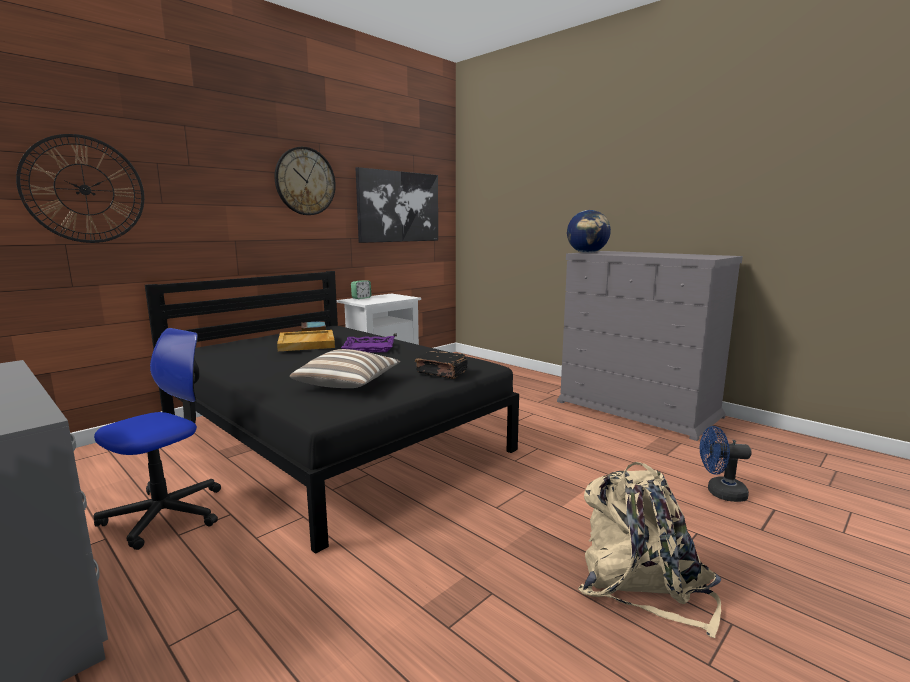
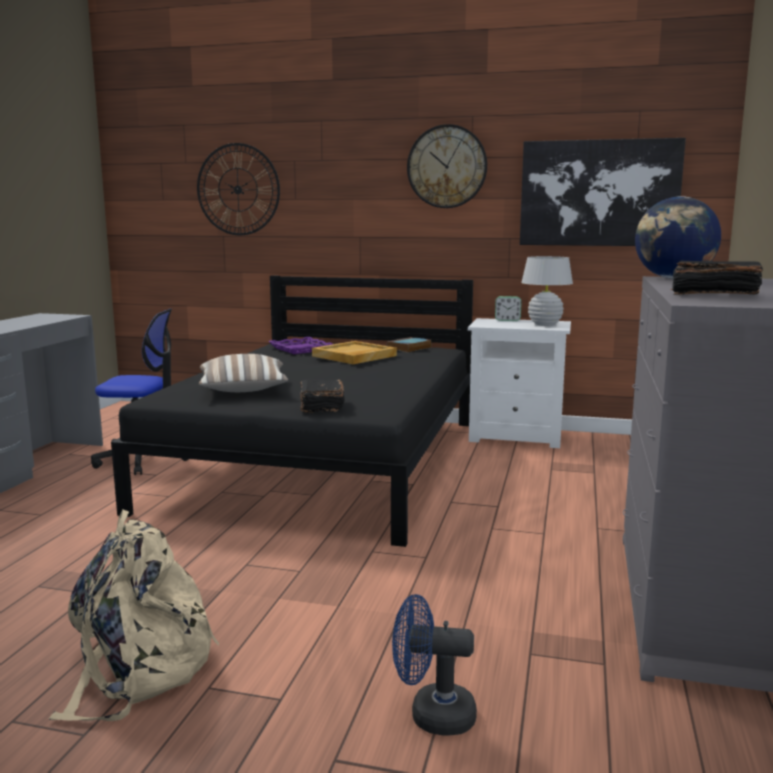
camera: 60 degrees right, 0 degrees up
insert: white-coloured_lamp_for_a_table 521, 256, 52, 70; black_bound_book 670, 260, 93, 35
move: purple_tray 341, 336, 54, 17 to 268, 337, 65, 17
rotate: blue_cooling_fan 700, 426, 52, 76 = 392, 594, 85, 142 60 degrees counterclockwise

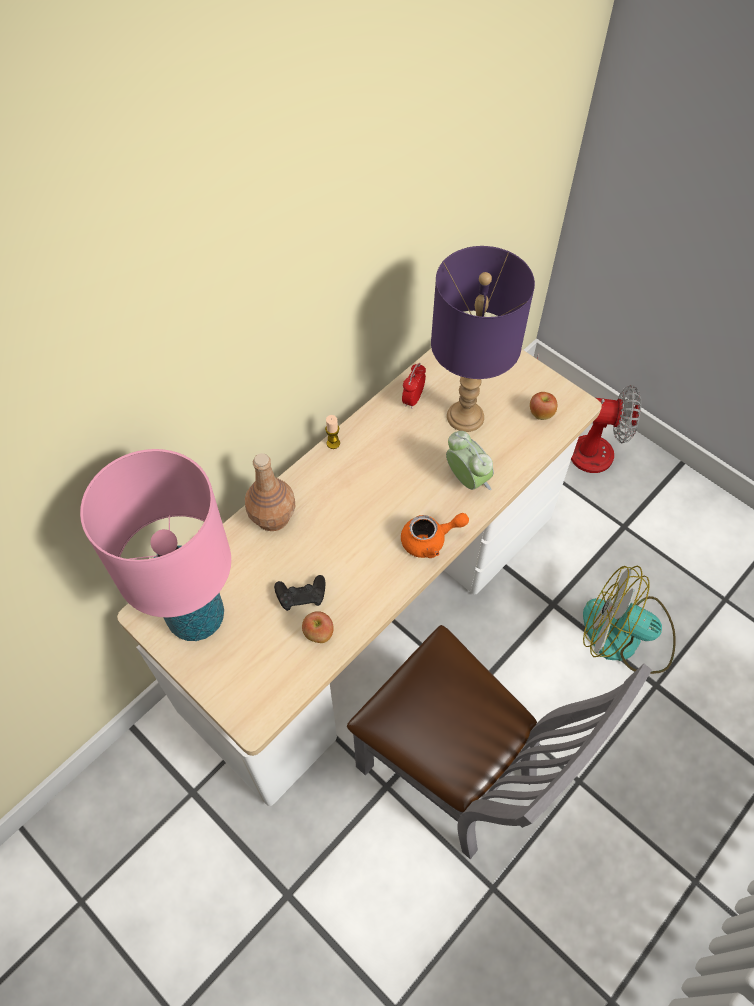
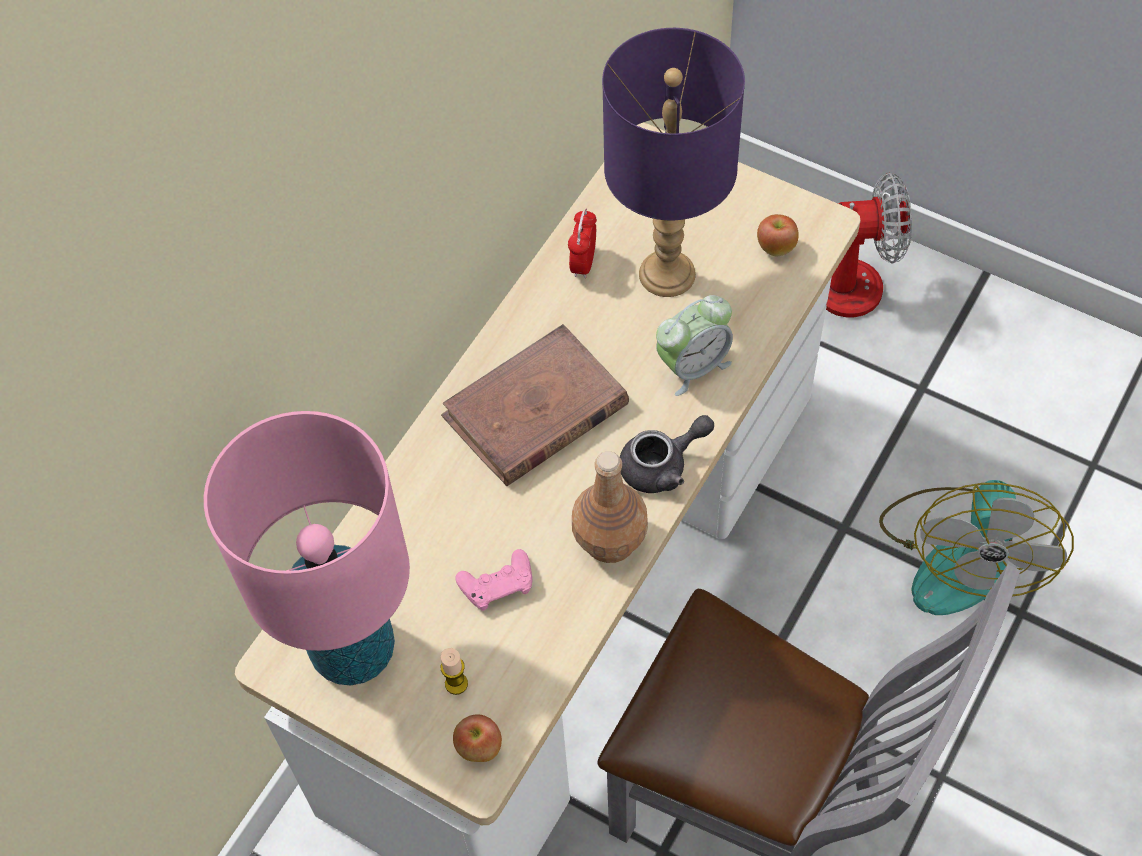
camera: 10 degrees left, 0 degrees up
insert: brown_bound_book 441, 324, 188, 162
move: candle 325, 415, 15, 34 to 440, 648, 28, 47; brown_beverage_bottle 245, 453, 51, 78 to 572, 451, 76, 112; apple_fruit 302, 611, 32, 32 to 453, 714, 49, 48
recolor: orangey_teapot 401, 513, 68, 45 to gray_teapot 620, 415, 94, 78; black_joypad 274, 575, 51, 36 to pink-coloured_joypad 455, 549, 77, 62
rotate: table_clock 446, 431, 48, 59 = 656, 295, 77, 101 105 degrees clockwise; cooling_fan 583, 566, 93, 108 = 879, 480, 195, 135 90 degrees counterclockwise

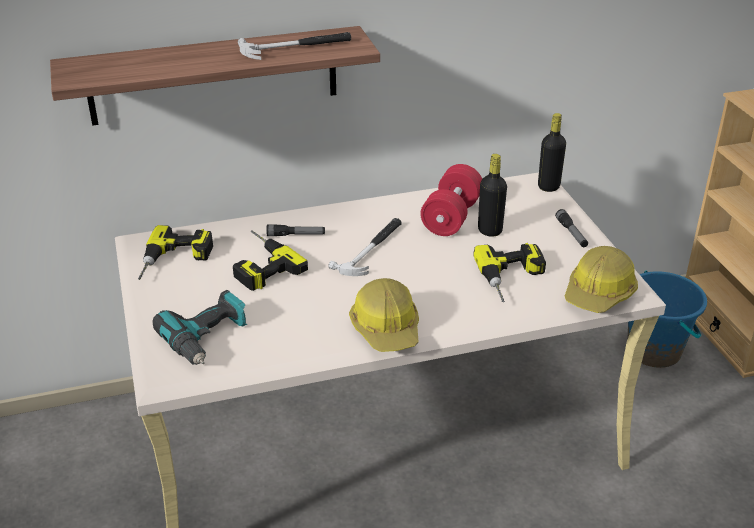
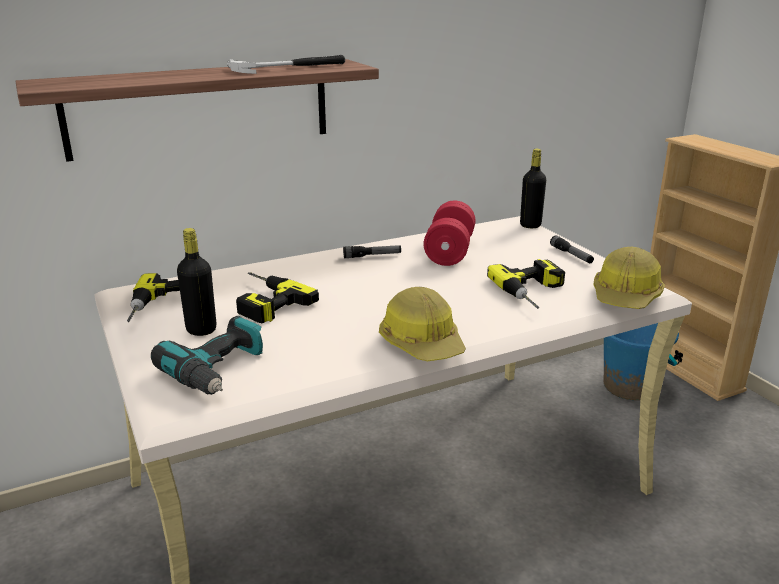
camera: 10 degrees left, 10 degrees down
delete: tool_hammer 329, 218, 73, 58
move: black_beverage_bottle 478, 154, 29, 83 to 177, 228, 39, 108; hand_torch 266, 224, 59, 12 to 343, 245, 58, 13

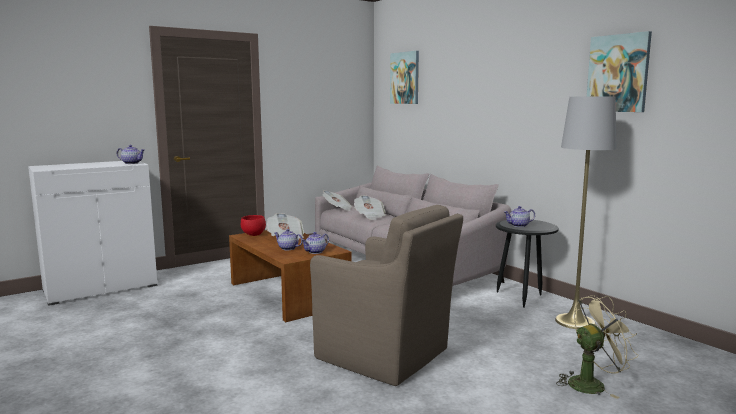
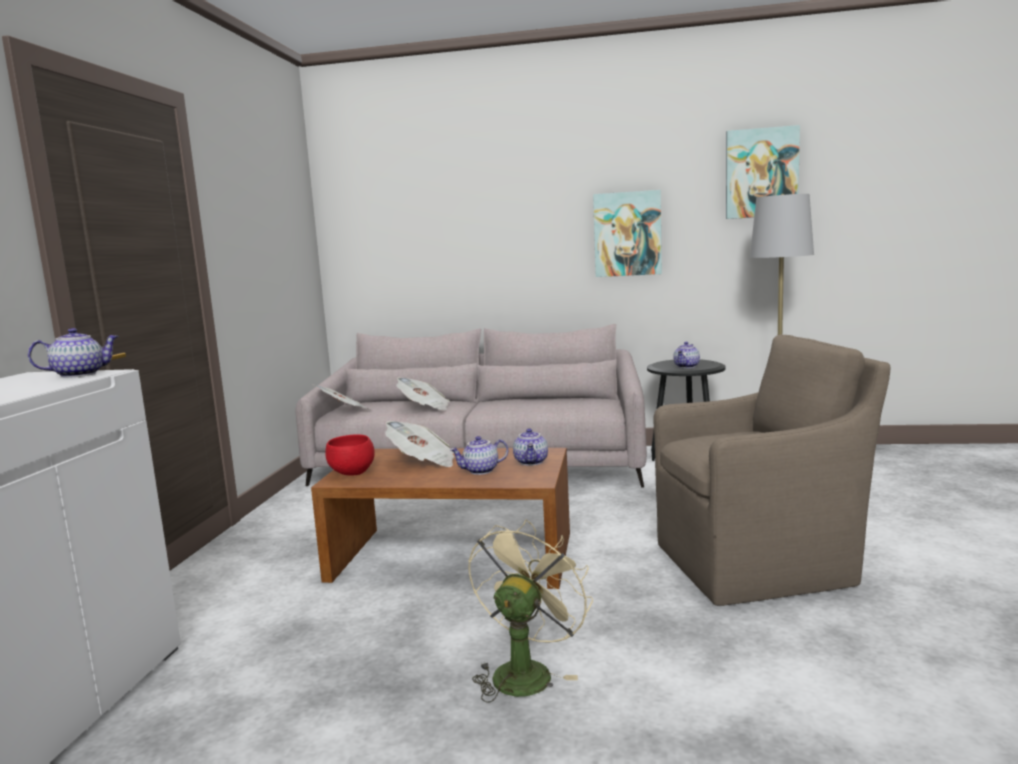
camera: 45 degrees left, 0 degrees up
move: wall_picture 390, 51, 29, 53 to 593, 190, 69, 87; beige_cooling_fan 556, 295, 83, 104 to 468, 520, 125, 183

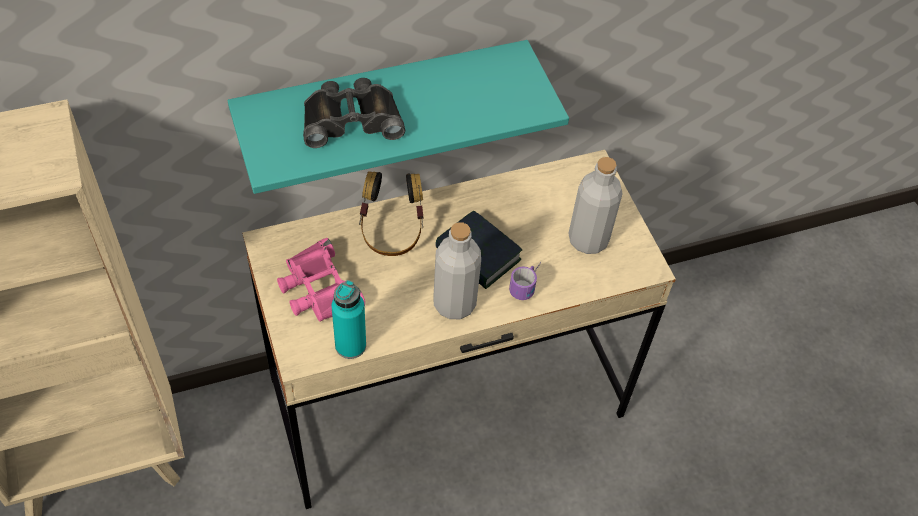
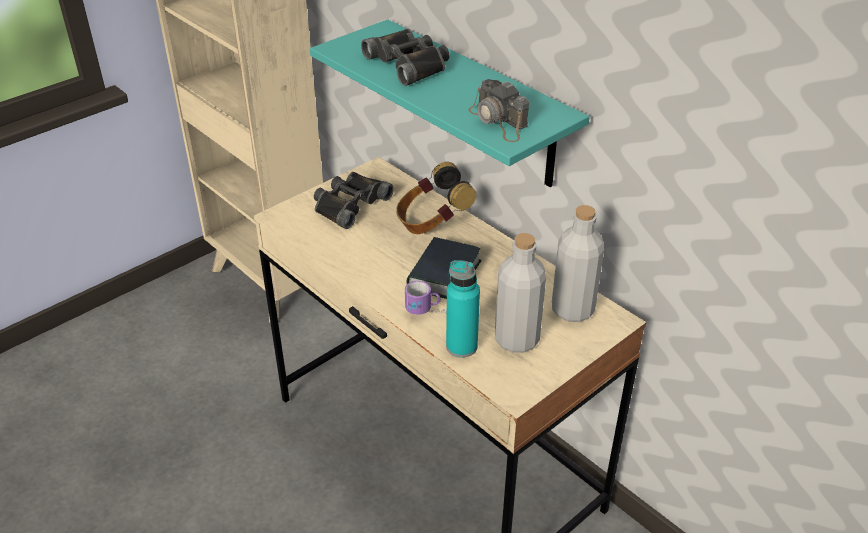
camera: 70 degrees right, 15 degrees down
insert: photo_camera 468, 79, 61, 63
move: gray_beverage_bottle 434, 222, 47, 97 to 552, 205, 52, 117; turquoise_beverage_bottle 332, 280, 34, 79 to 446, 260, 34, 98
recolor: pink-coloured_pair_of_binoculars 277, 238, 88, 83 to black_pair_of_binoculars 314, 172, 80, 57

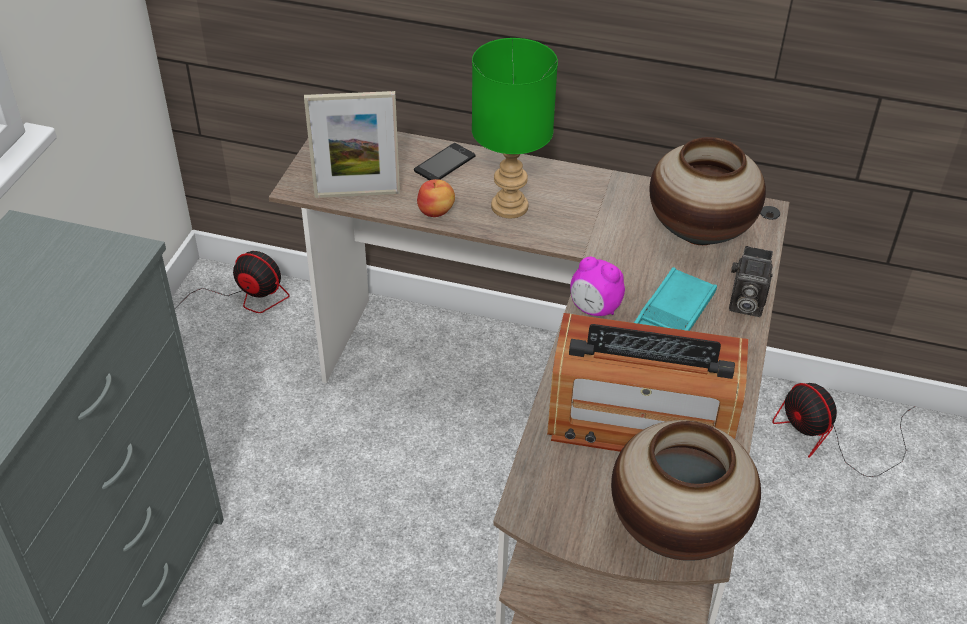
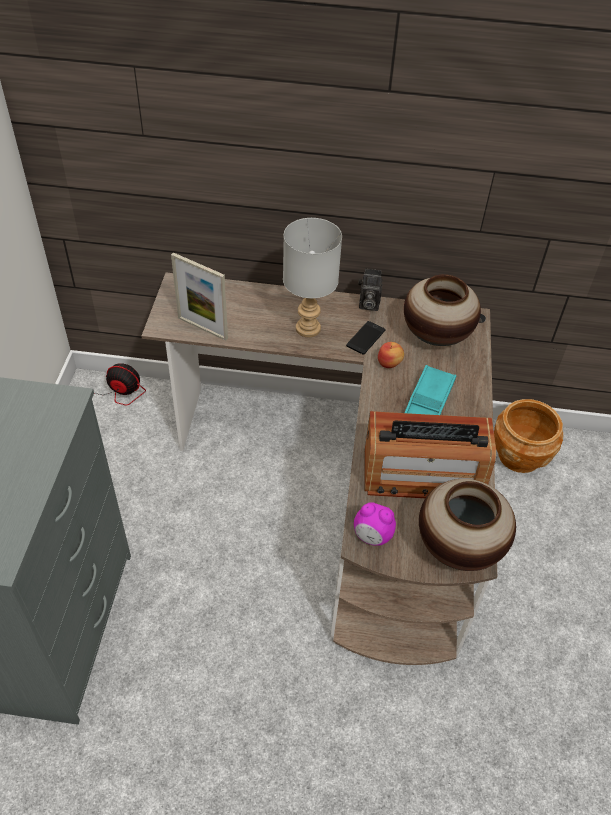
camera: 10 degrees left, 5 degrees up
move: handset 414, 143, 62, 37 to 346, 321, 40, 34; apple_fruit 417, 179, 38, 38 to 378, 342, 26, 26; photo_camera 729, 246, 44, 71 to 358, 268, 25, 43; table_clock 570, 257, 55, 59 to 354, 503, 42, 43
replace: cooling_fan 772, 383, 144, 94 to brown_planter 494, 399, 69, 74
recolor: green_lamp_for_a_table 472, 38, 86, 180 to gray_lamp_for_a_table 283, 218, 59, 119
rotate: standing_frame 304, 91, 96, 107 = 171, 252, 57, 89 45 degrees clockwise

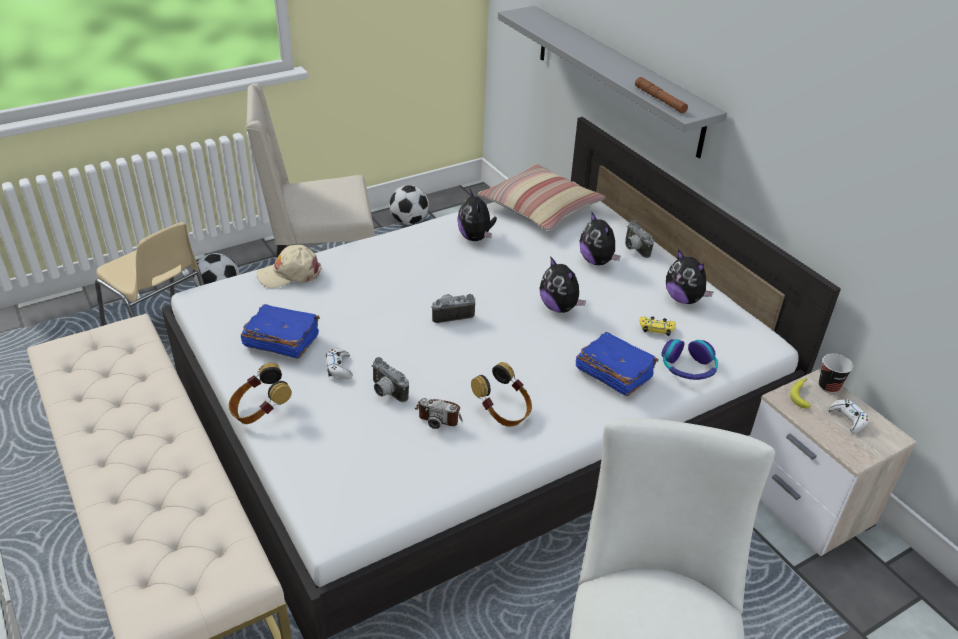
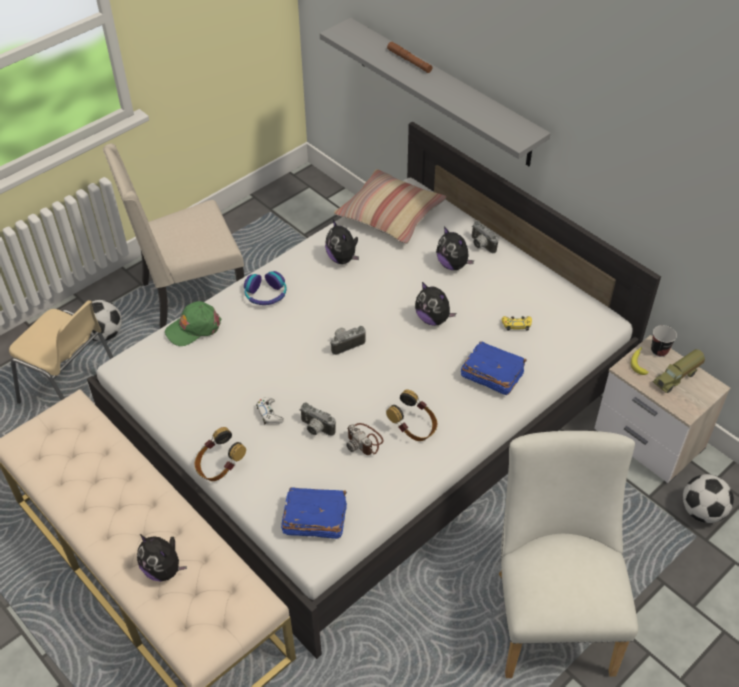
camera: 10 degrees left, 10 degrees up
move: brown_hand_torch 635, 77, 53, 37 to 387, 42, 45, 31; football_ball 389, 185, 40, 40 to 683, 474, 51, 49; plush_toy 666, 249, 47, 55 to 137, 534, 50, 47; blue_bound_book 241, 304, 79, 54 to 281, 487, 66, 52; headphones 662, 339, 56, 41 to 244, 271, 43, 34
replace: white-coloured_joypad 828, 399, 42, 35 to toy_lorry 653, 349, 52, 44
recolor: beige_cap 256, 245, 66, 43 to green_cap 165, 301, 56, 45
rotate: photo_camera 414, 398, 49, 31 = 346, 423, 37, 32 45 degrees clockwise

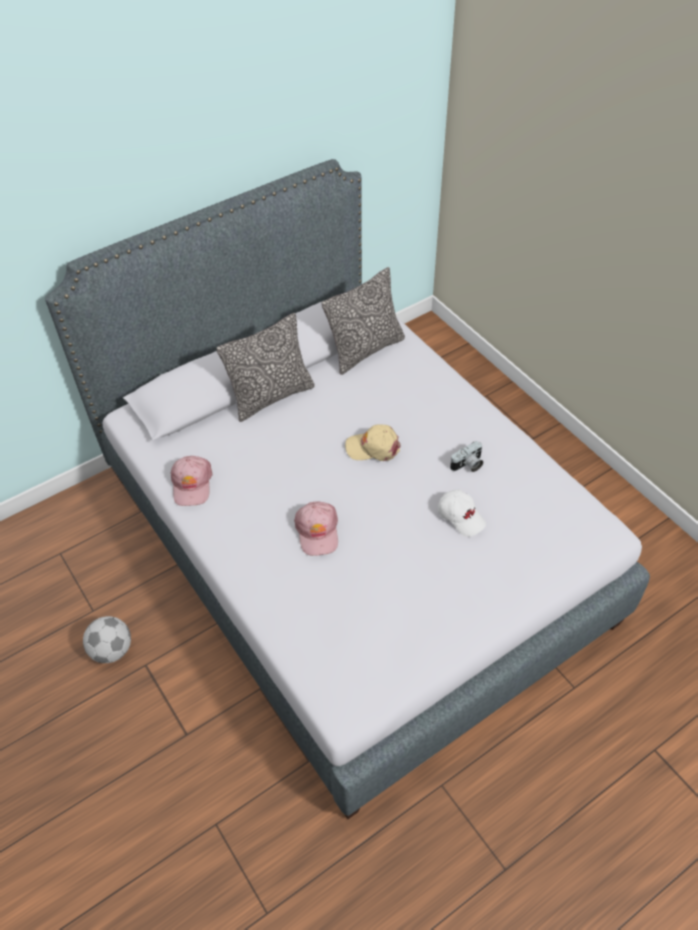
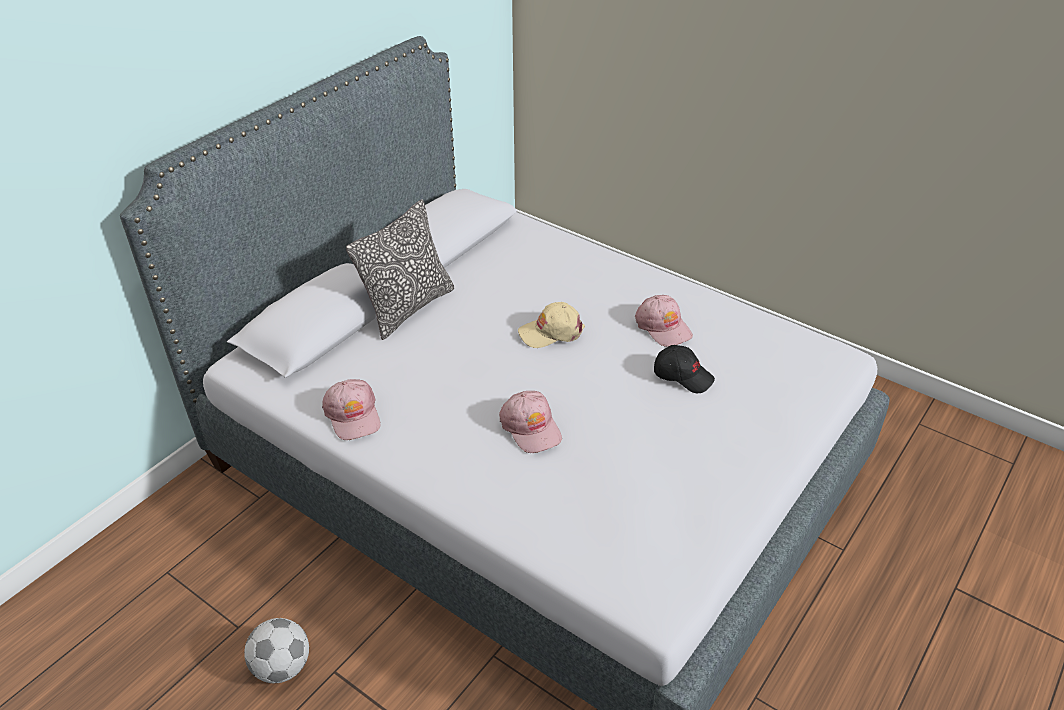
camera: 20 degrees left, 10 degrees down
delete: throw_pillow 322, 267, 83, 108
replace: photo_camera 450, 441, 33, 31 to pink-coloured_cap 635, 295, 58, 52
recolor: white-coloured_cap 438, 489, 48, 48 to black_cap 654, 345, 61, 48

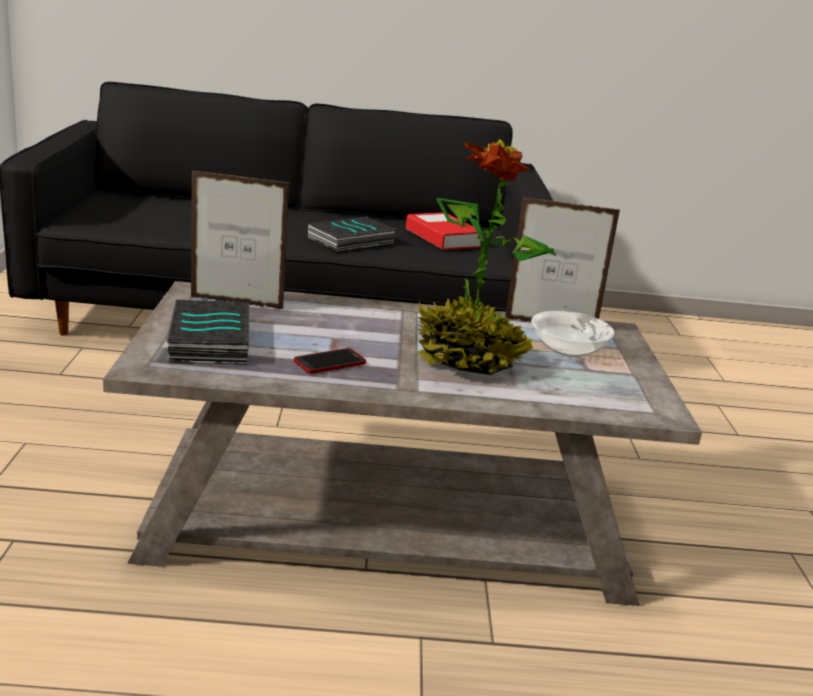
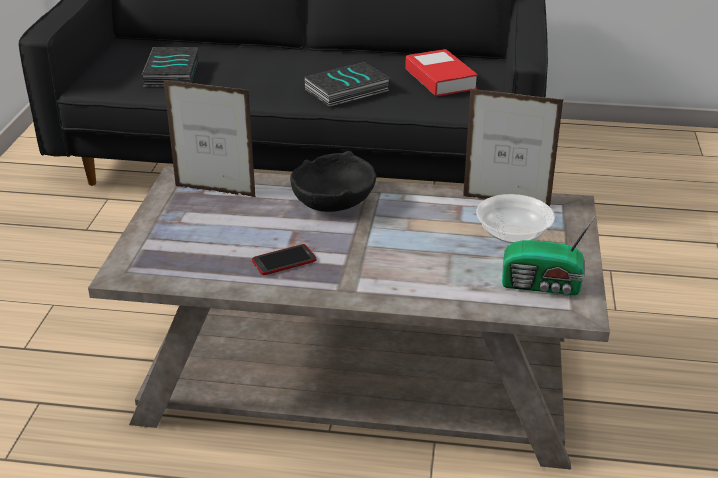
camera: 10 degrees right, 10 degrees up
delete: potted_plant 415, 139, 141, 236
insert: black_bowl 290, 151, 87, 61; radio 502, 215, 94, 80
move: bound_book 167, 299, 82, 66 to 141, 47, 58, 40

